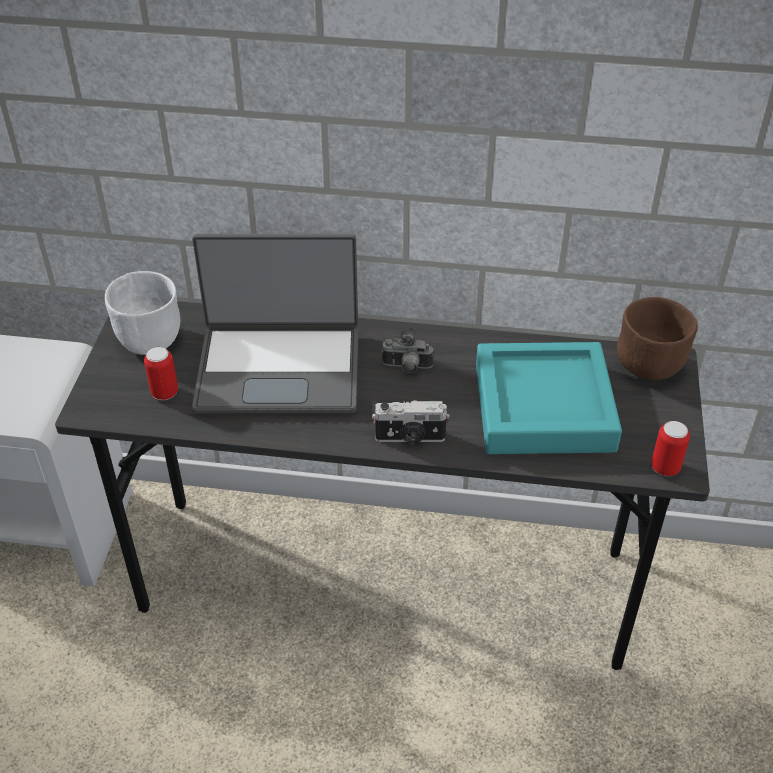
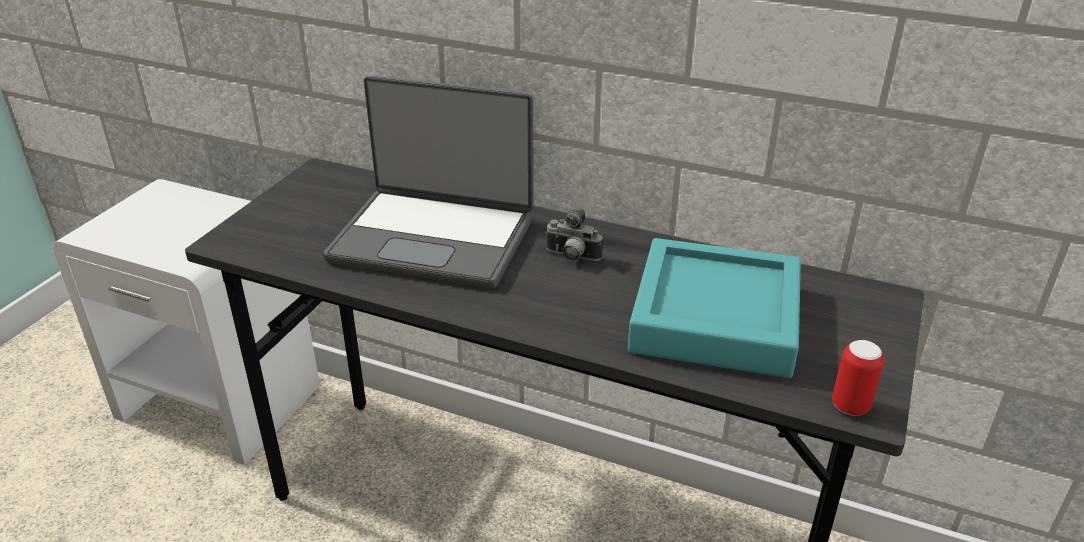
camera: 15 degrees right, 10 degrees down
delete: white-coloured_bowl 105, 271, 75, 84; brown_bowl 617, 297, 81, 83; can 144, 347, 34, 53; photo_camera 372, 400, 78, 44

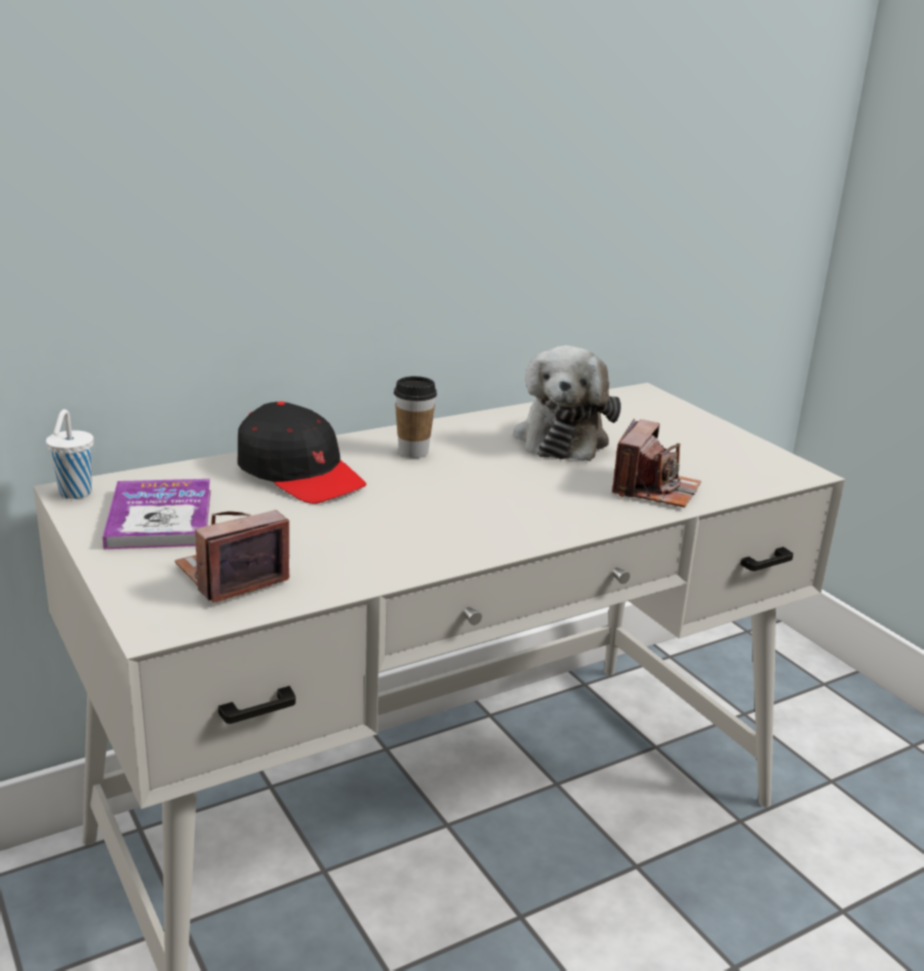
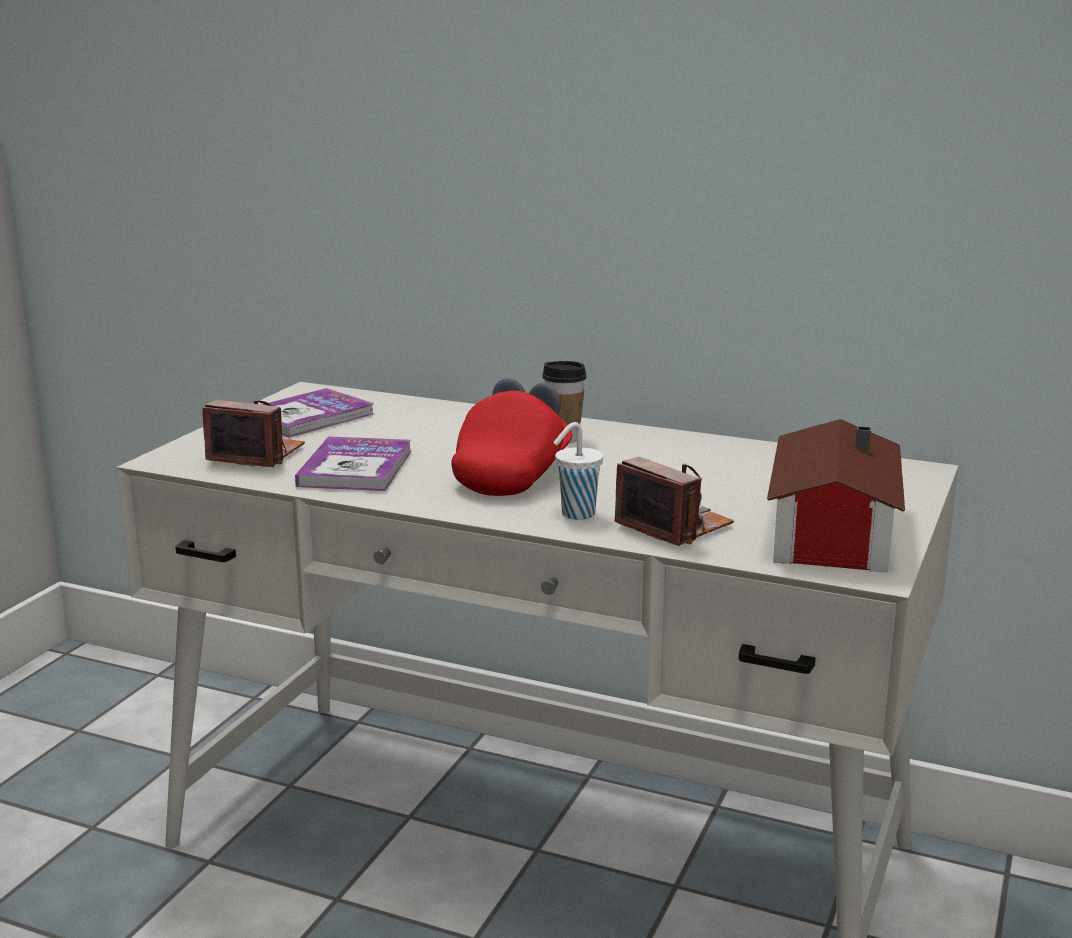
camera: 55 degrees right, 5 degrees down
delete: plush_toy 513, 345, 108, 116; black_cap 237, 401, 130, 103
insert: red_cap 452, 378, 120, 118; miniature_house 767, 419, 138, 154; bound_book 295, 436, 117, 55
move: white-coloured_cup 46, 409, 48, 90 to 554, 422, 49, 98
rotate: photo_camera 612, 418, 89, 90 = 615, 457, 119, 89 120 degrees counterclockwise

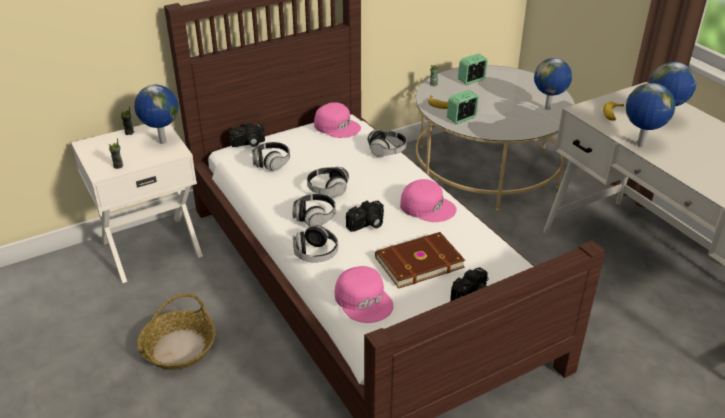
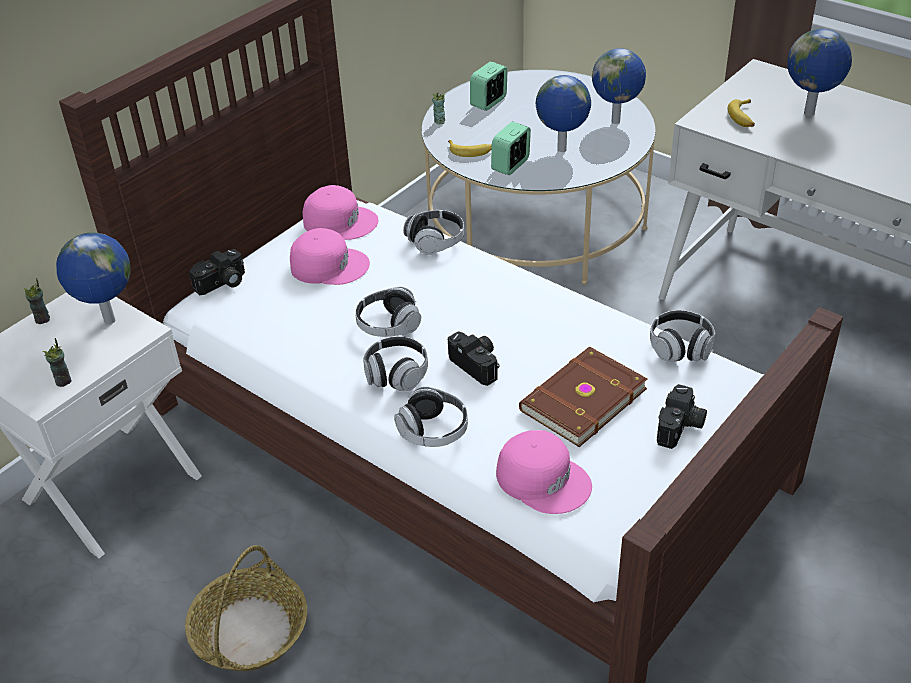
camera: 20 degrees left, 5 degrees up
move: desk_globe 626, 83, 49, 64 to 536, 75, 55, 77; headphones 252, 142, 38, 29 to 650, 310, 65, 52; pink-coloured_cap 400, 179, 57, 43 to 290, 228, 80, 57
rotate: photo_camera 346, 201, 38, 31 = 448, 331, 52, 55 75 degrees counterclockwise

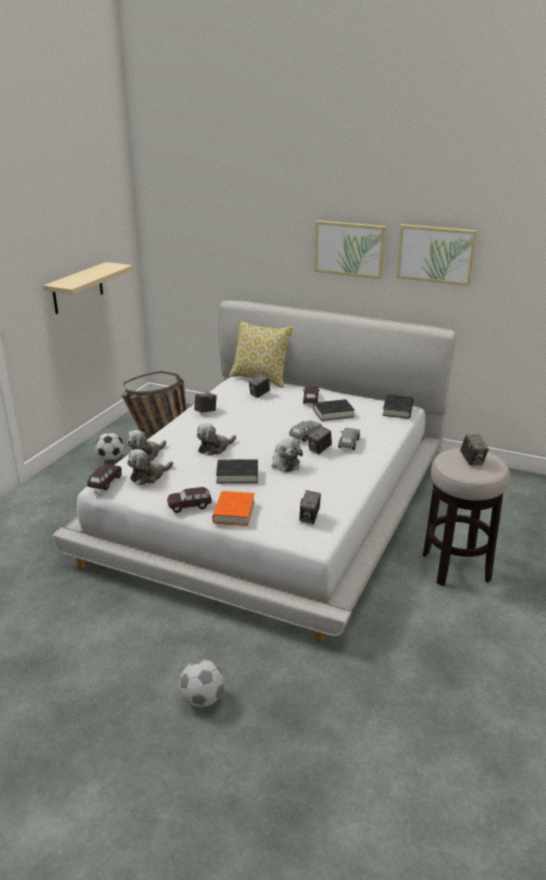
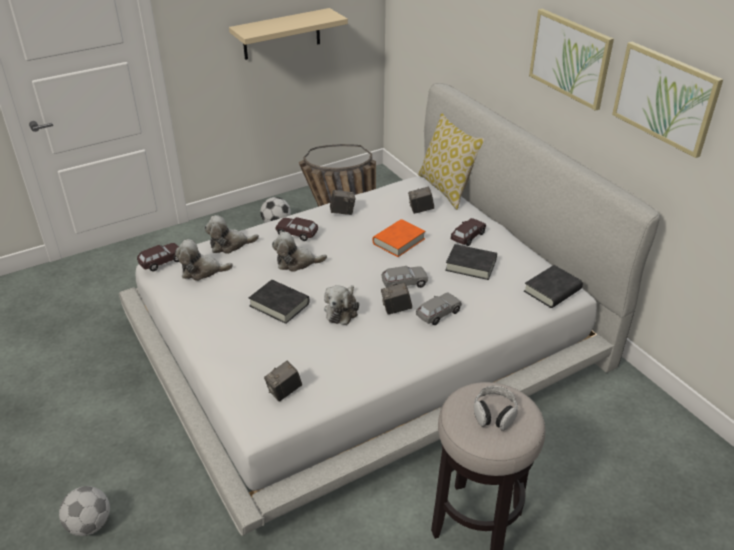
camera: 35 degrees right, 10 degrees up
move: brown_miniature_car 167, 487, 45, 26 to 275, 217, 43, 24; orangey_bound_book 212, 491, 43, 35 to 373, 219, 52, 38
replace: photo_camera 460, 434, 29, 31 to headphones 474, 386, 44, 45

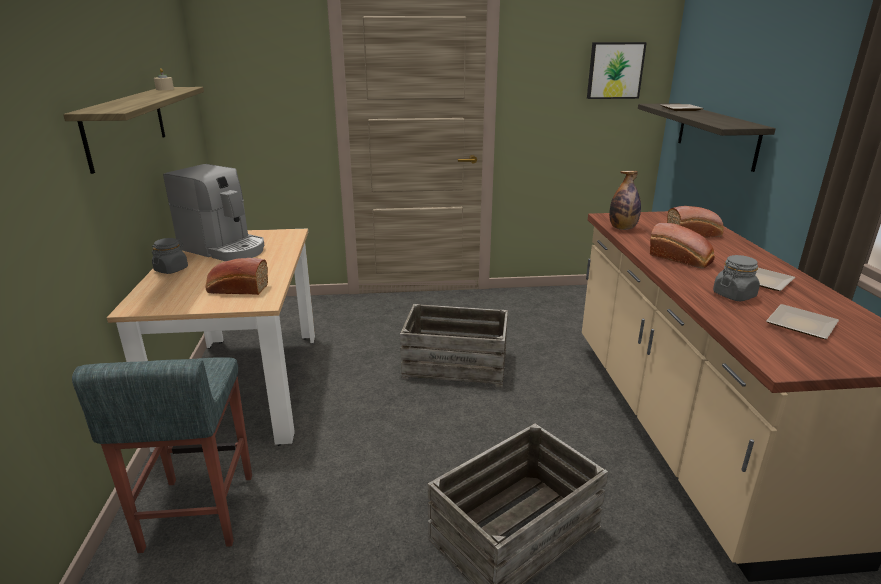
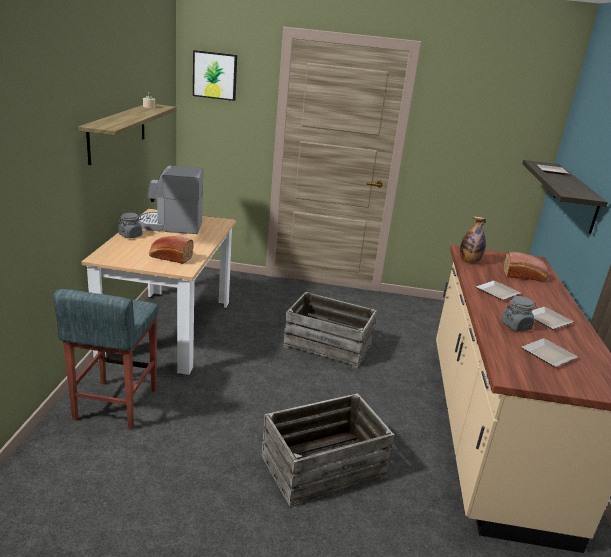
camera: 10 degrees right, 0 degrees up
move: wall_picture 587, 42, 60, 57 to 193, 50, 44, 51
replace: bread 650, 223, 65, 46 to dinner_plate 476, 281, 45, 19
rotate: coffee_maker 163, 164, 102, 97 = 139, 166, 64, 68 135 degrees clockwise

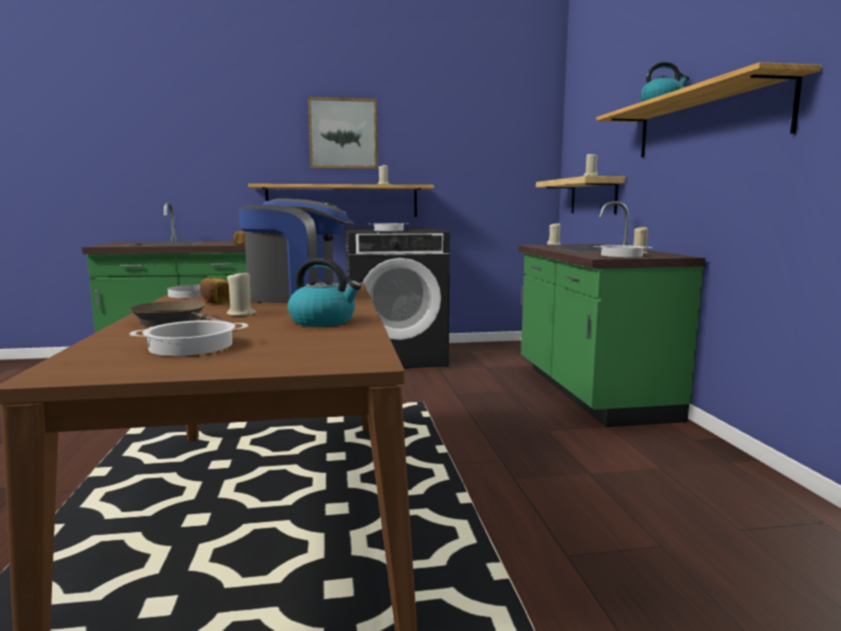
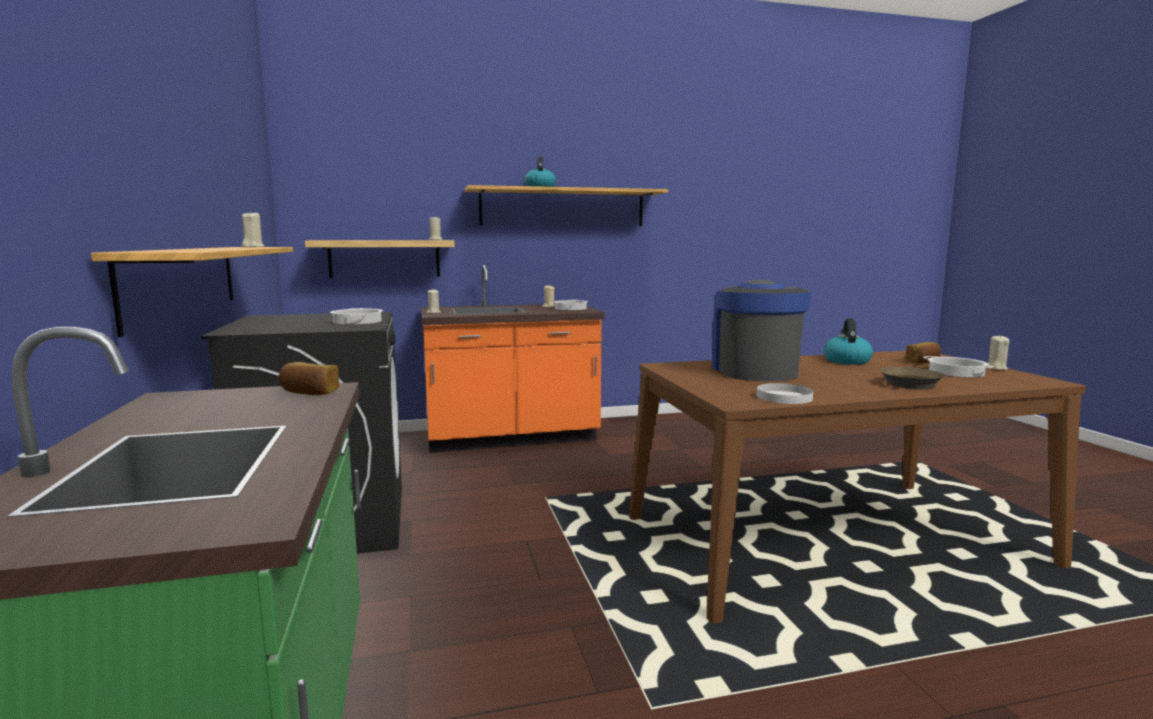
camera: 95 degrees left, 0 degrees up
delete: wall_picture 308, 97, 70, 72
move: beige_candle 227, 270, 30, 46 to 986, 335, 23, 35; bread 200, 277, 30, 27 to 905, 342, 36, 22
recolor: green_kitchen_counter 518, 201, 188, 226 to orangey_kitchen_counter 421, 265, 183, 188

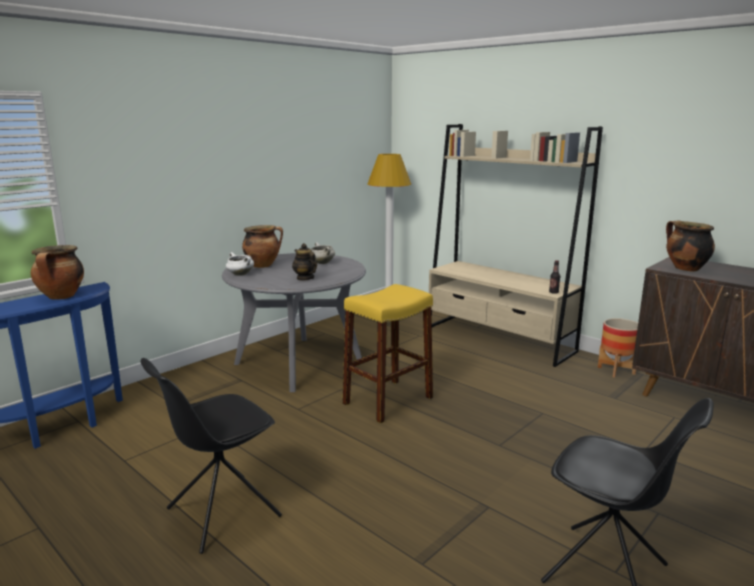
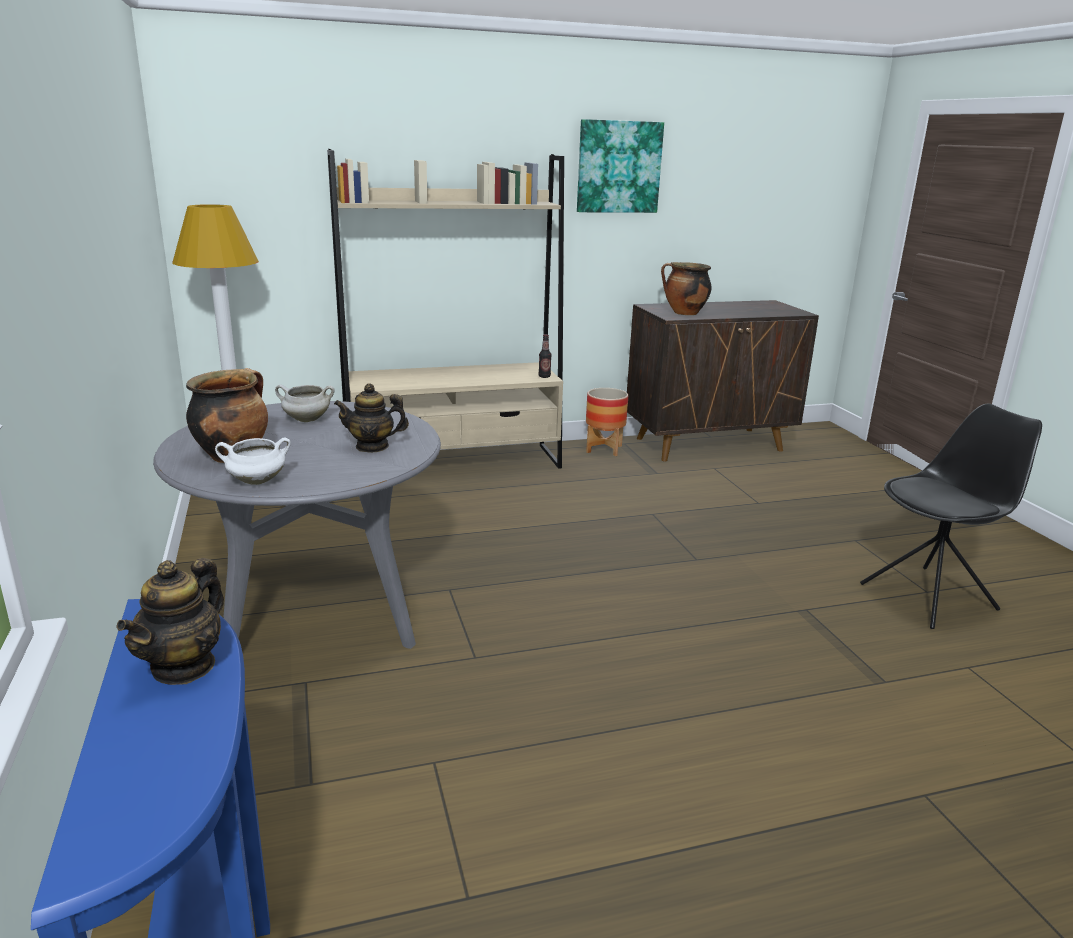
camera: 60 degrees left, 5 degrees up
delete: yellow_sitting_stool 343, 284, 90, 139; black_chair 141, 358, 141, 196
insert: wall_picture 577, 119, 87, 94
replace: stockpot 31, 245, 53, 55 to teapot 116, 558, 108, 127

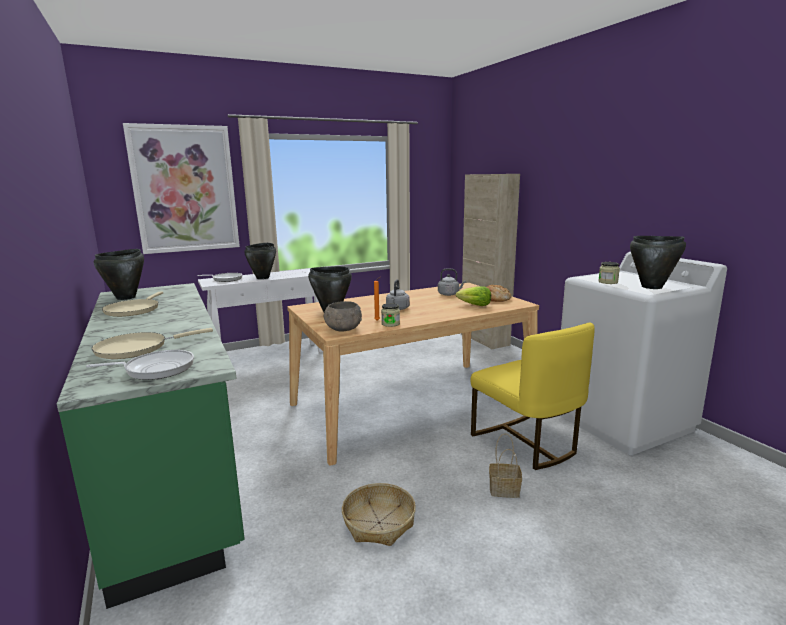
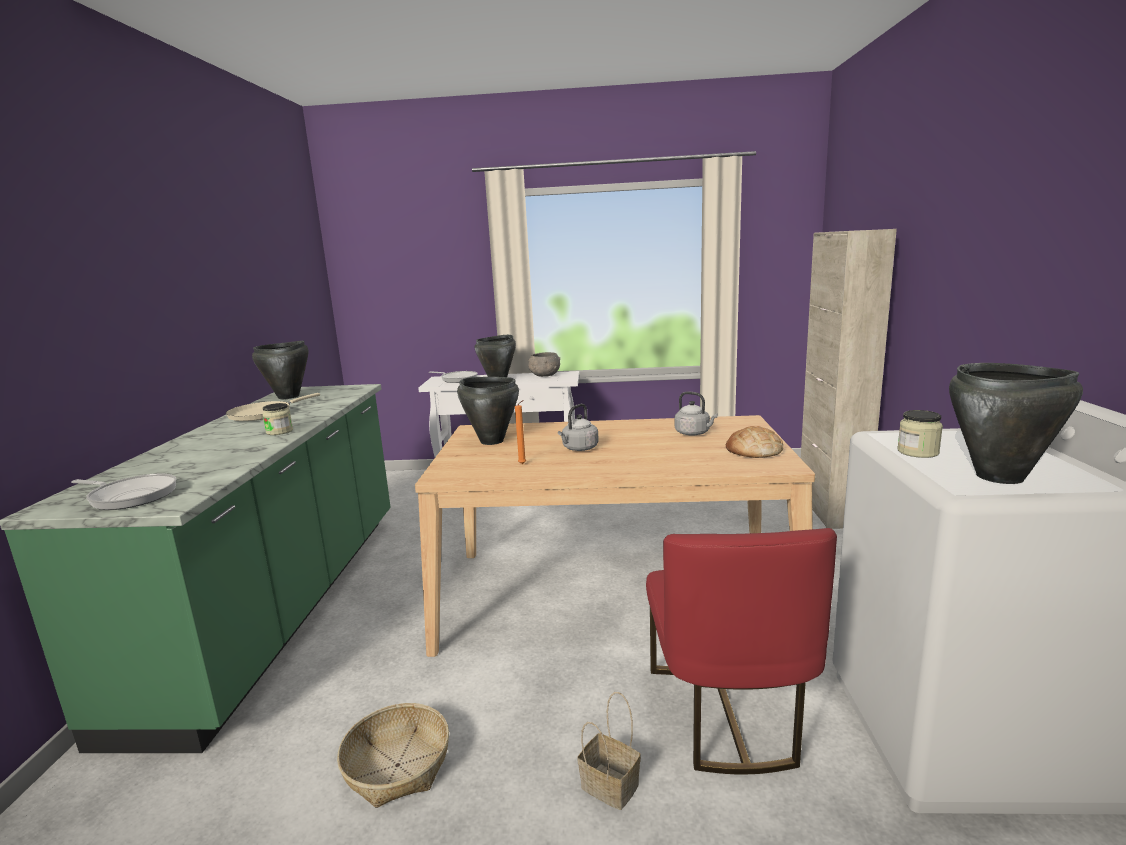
camera: 30 degrees right, 0 degrees up
delete: wall_picture 123, 123, 117, 131; lettuce 456, 286, 35, 20; beige_skillet 92, 328, 121, 31
move: gray_bowl 324, 301, 38, 31 to 528, 352, 32, 25; preserve_jar 381, 303, 19, 24 to 262, 403, 31, 32
recolor: yellow_chair 471, 322, 124, 148 to red_chair 646, 528, 191, 246

